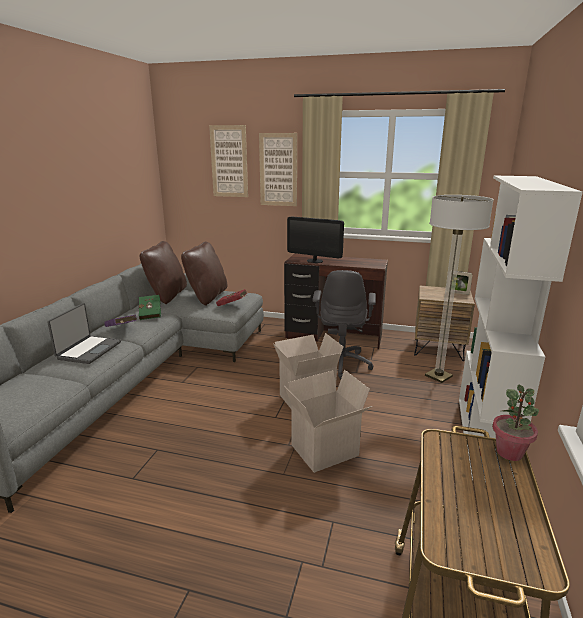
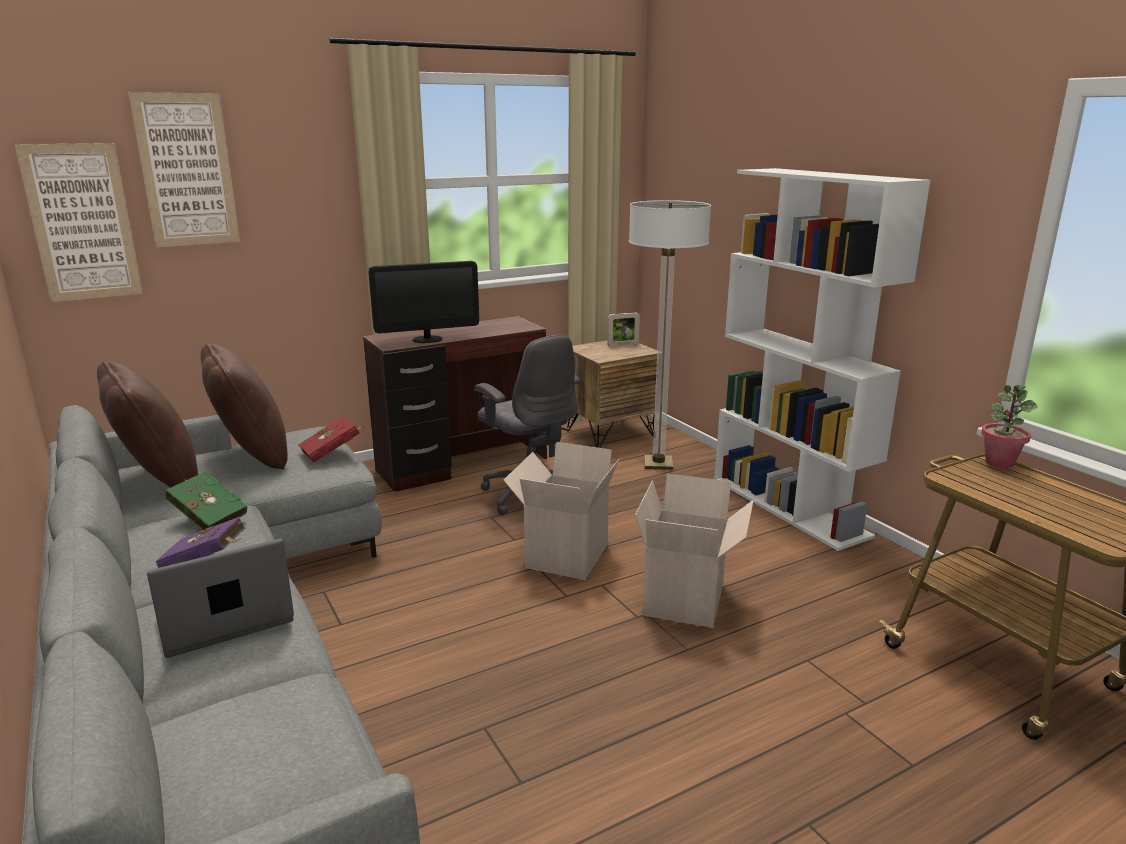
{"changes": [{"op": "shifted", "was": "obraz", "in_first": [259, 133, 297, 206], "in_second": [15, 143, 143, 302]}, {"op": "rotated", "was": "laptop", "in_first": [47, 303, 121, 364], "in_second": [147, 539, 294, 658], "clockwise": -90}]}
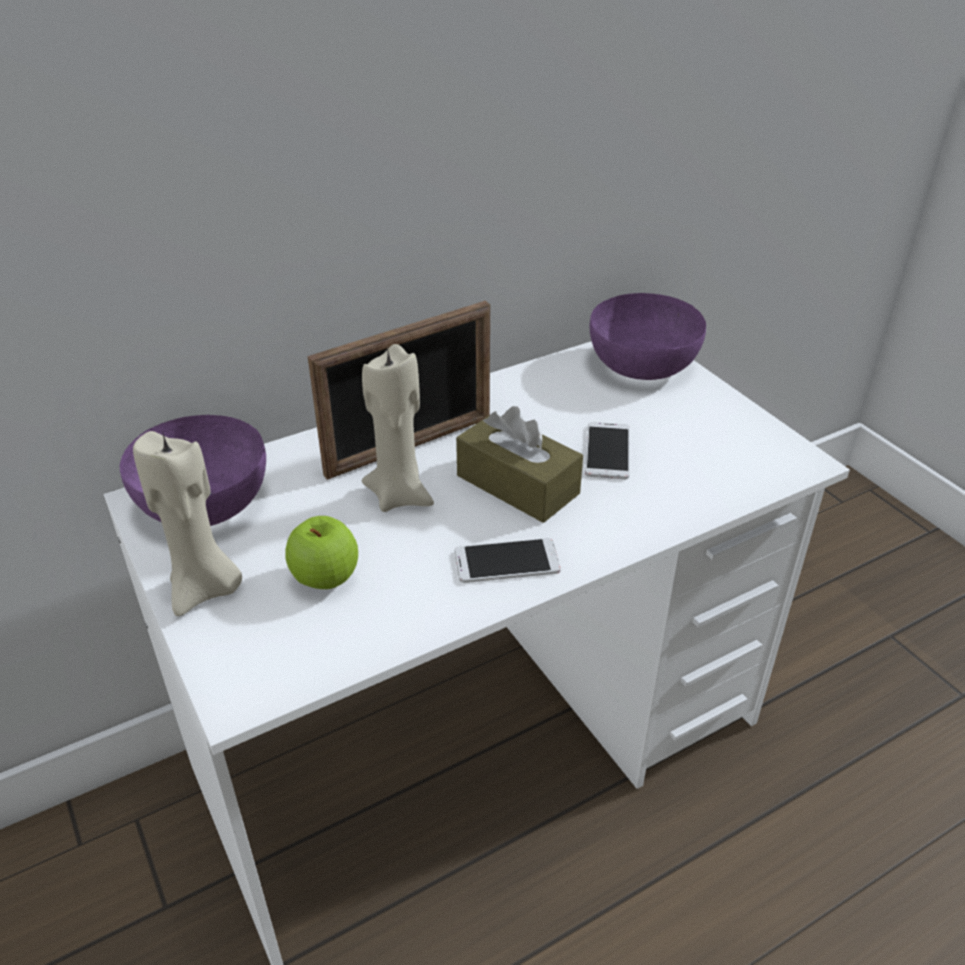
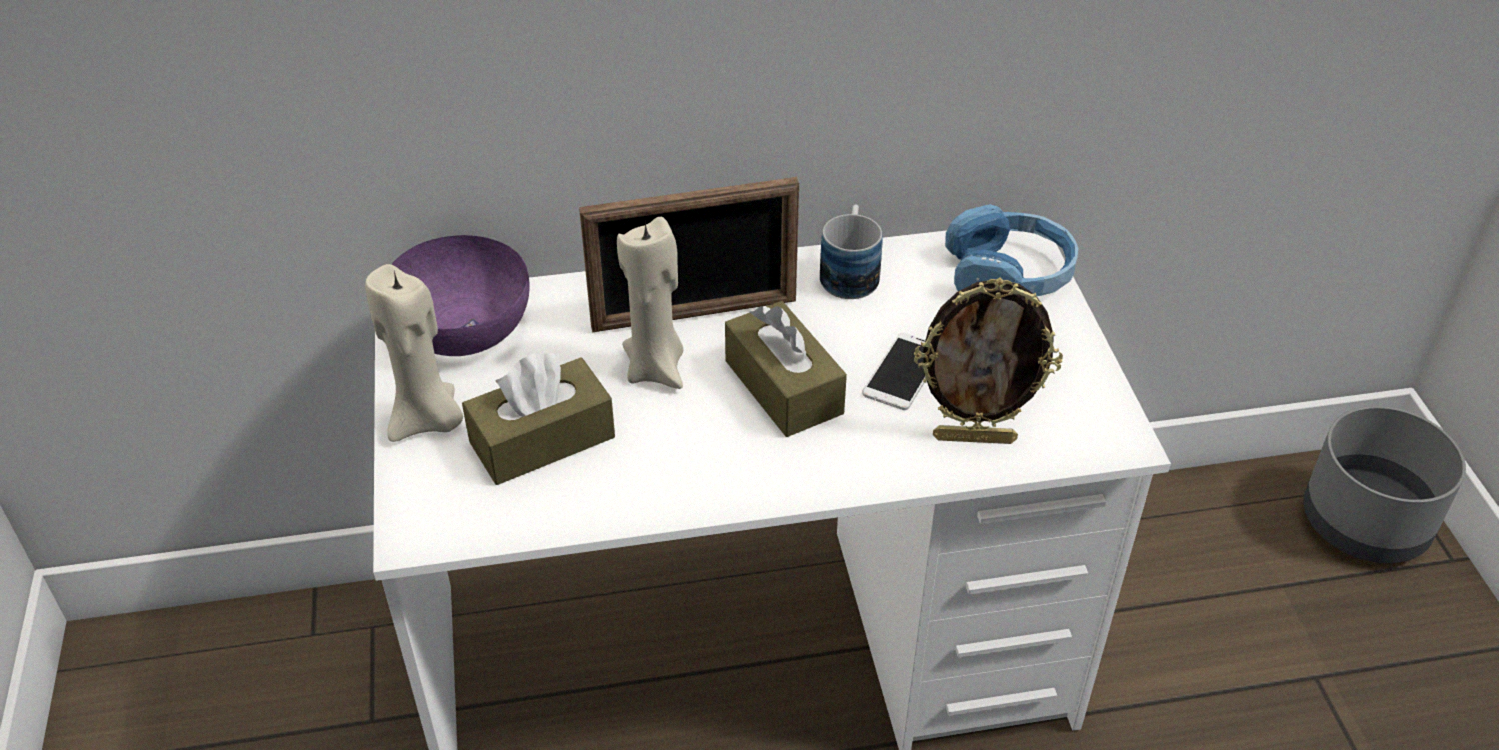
{"changes": [{"op": "swapped", "was": "jabłko", "now": "pudełko chusteczek/brązowy", "in_first": [285, 516, 358, 589], "in_second": [462, 352, 615, 485]}, {"op": "new", "now": "kubek", "in_second": [820, 205, 883, 299]}, {"op": "new", "now": "ramka na zdjęcie", "in_second": [914, 278, 1063, 444]}, {"op": "swapped", "was": "miska/fioletowy", "now": "słuchawki/niebieski", "in_first": [590, 293, 706, 380], "in_second": [945, 204, 1079, 296]}, {"op": "new", "now": "donica/szary", "in_second": [1303, 406, 1466, 563]}, {"op": "gone", "was": "telefon", "in_first": [455, 538, 561, 583]}]}
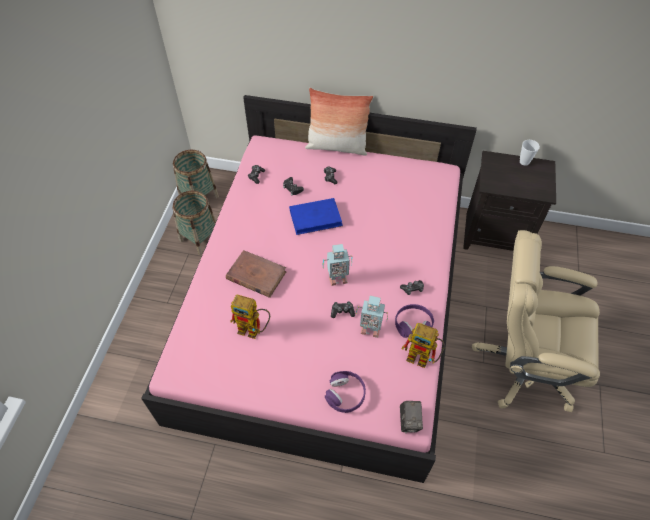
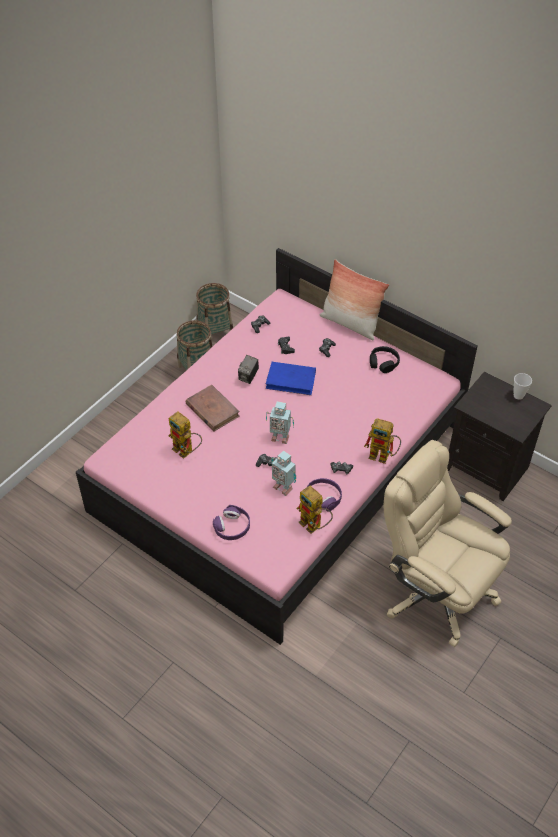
{"changes": [{"op": "shifted", "was": "aparat fotograficzny", "in_first": [400, 401, 423, 433], "in_second": [238, 355, 259, 384]}, {"op": "new", "now": "robot zabawkowy", "in_second": [364, 418, 401, 464]}, {"op": "new", "now": "słuchawki/czarny", "in_second": [370, 346, 400, 373]}]}
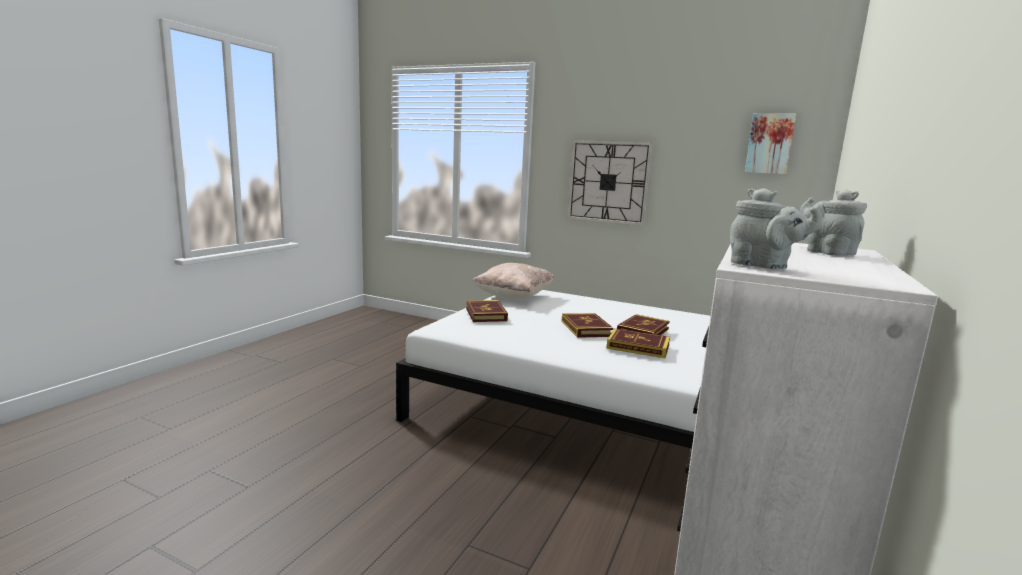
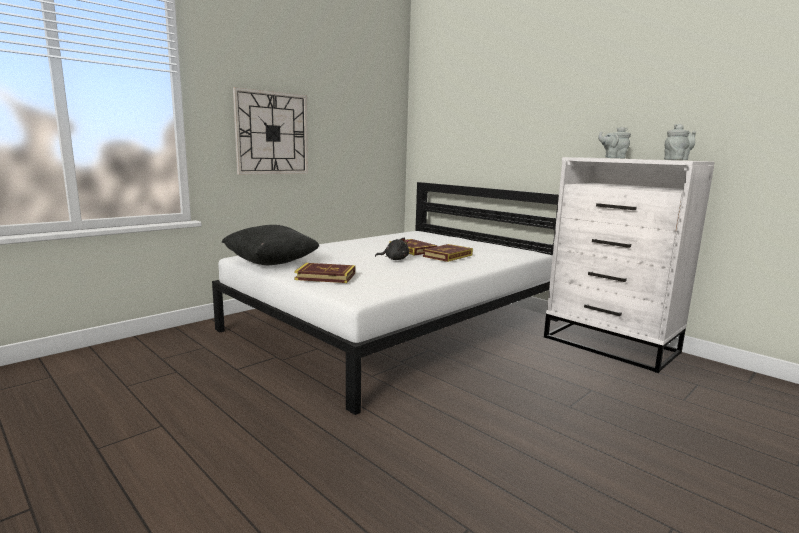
{"changes": [{"op": "repainted", "was": "poduszka/beżowy", "now": "poduszka/czarny", "in_first": [472, 263, 555, 299], "in_second": [222, 225, 320, 265]}, {"op": "swapped", "was": "książka", "now": "pluszak/czarny", "in_first": [561, 313, 613, 338], "in_second": [375, 237, 409, 260]}, {"op": "gone", "was": "obraz", "in_first": [745, 113, 796, 174]}]}
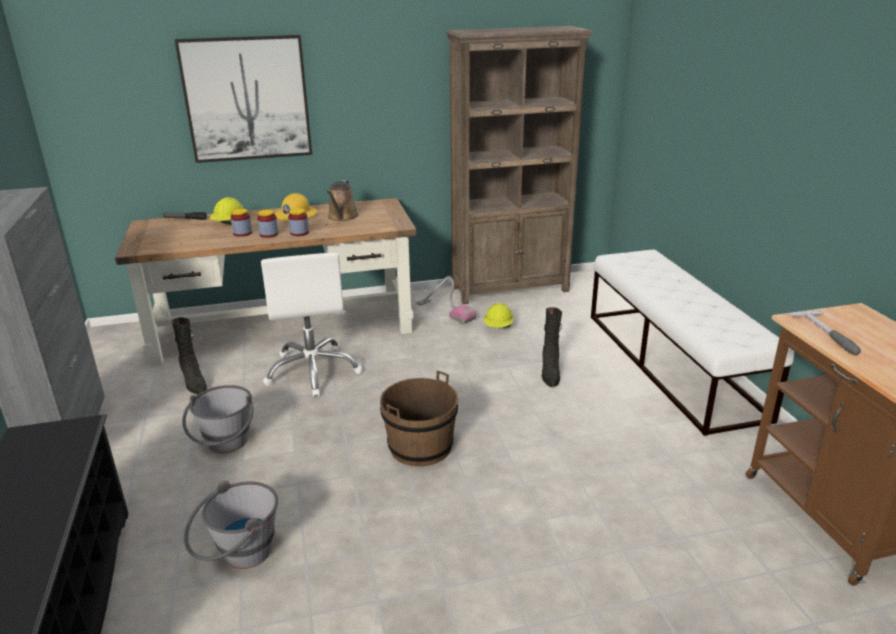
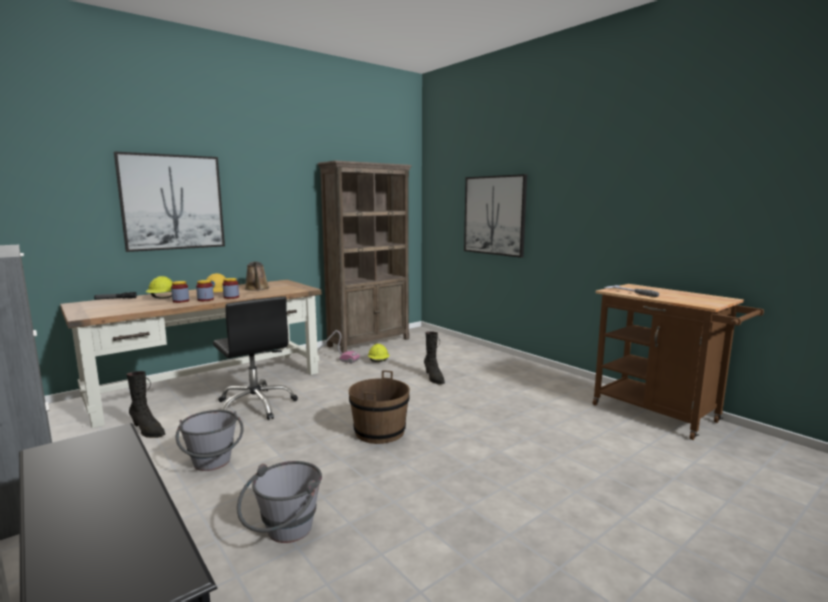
{"changes": [{"op": "repainted", "was": "krzesło biurowe/biały", "now": "krzesło biurowe/czarny", "in_first": [261, 253, 362, 397], "in_second": [213, 296, 298, 420]}, {"op": "new", "now": "obraz", "in_second": [464, 174, 527, 258]}, {"op": "gone", "was": "ławka/biały", "in_first": [591, 250, 794, 436]}]}
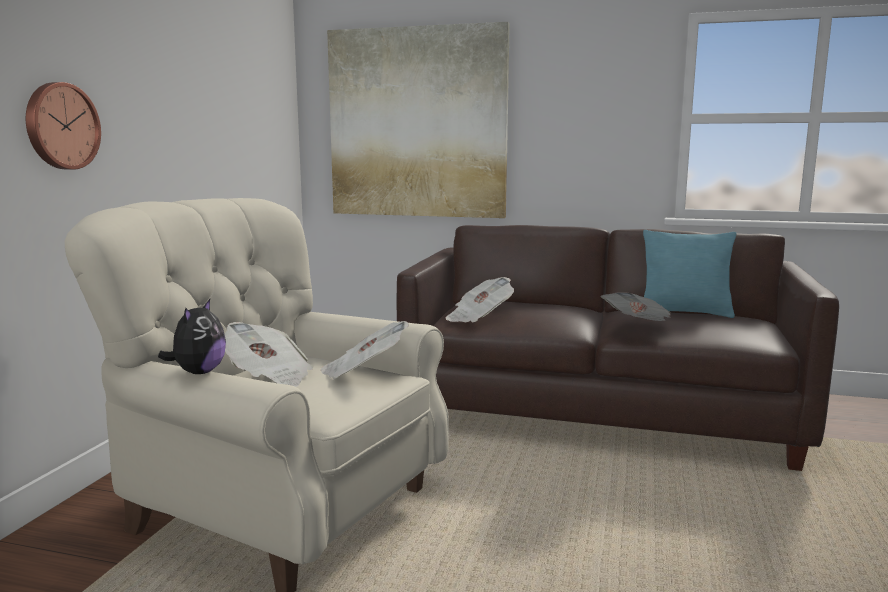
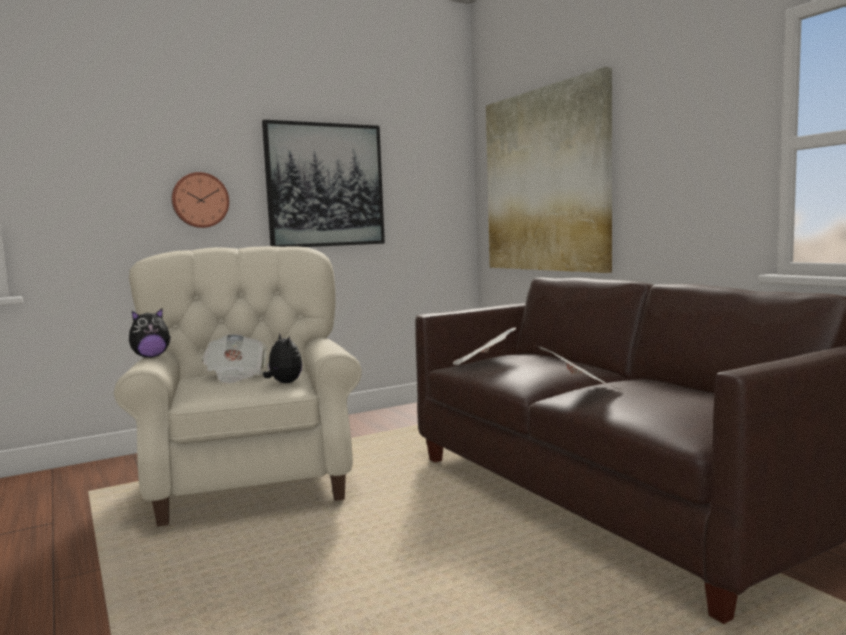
{"changes": [{"op": "new", "now": "obraz", "in_second": [262, 120, 385, 247]}, {"op": "swapped", "was": "gazeta", "now": "pluszak", "in_first": [320, 321, 409, 379], "in_second": [263, 334, 302, 383]}, {"op": "gone", "was": "poduszka/turkusowy", "in_first": [643, 230, 736, 318]}]}
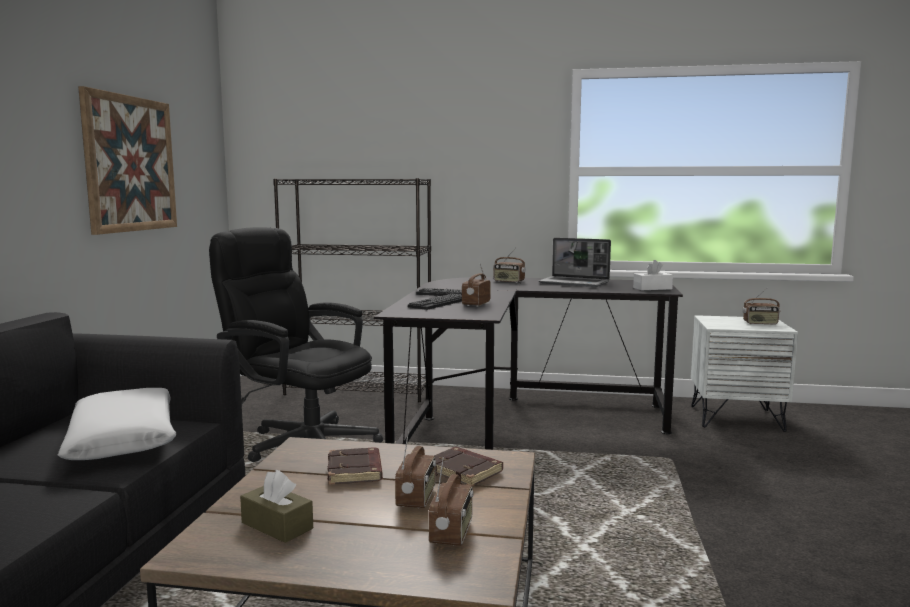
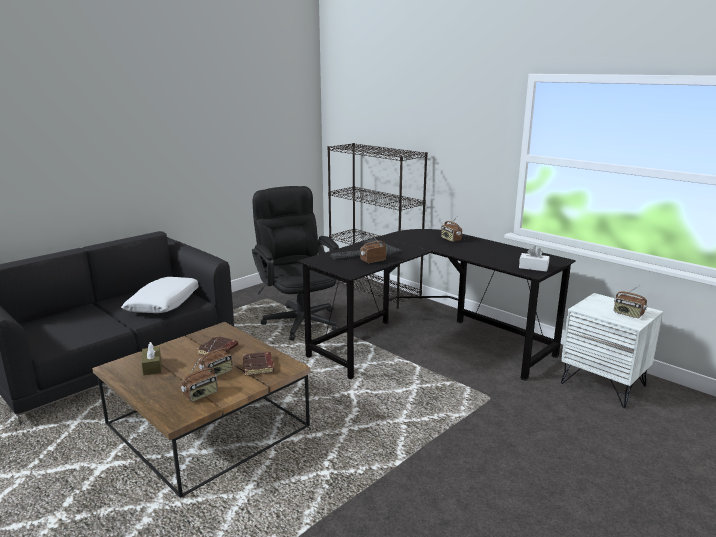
{"changes": [{"op": "gone", "was": "obraz", "in_first": [78, 86, 177, 235]}, {"op": "gone", "was": "laptop", "in_first": [539, 238, 611, 287]}]}
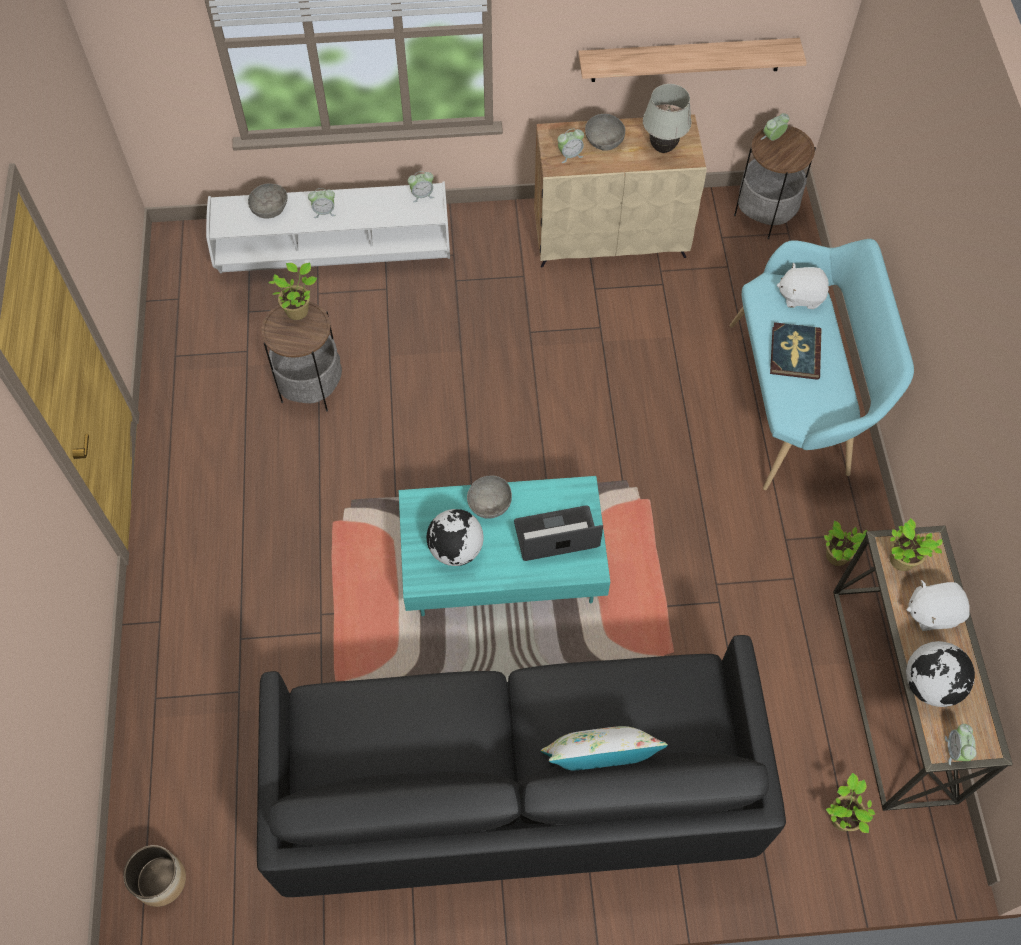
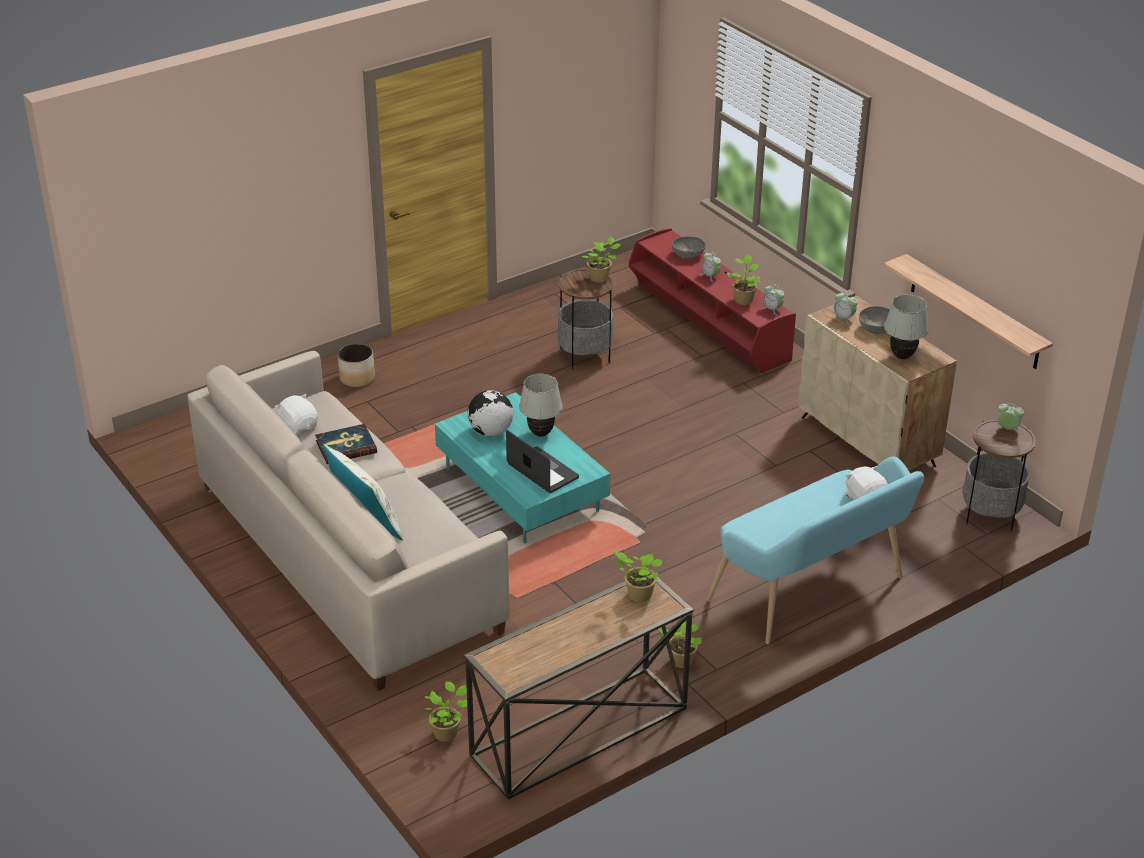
{"changes": [{"op": "repainted", "was": "kanapa/czarny", "now": "kanapa/beżowy", "in_first": [257, 635, 786, 897], "in_second": [187, 351, 510, 691]}, {"op": "shifted", "was": "pluszak/biały", "in_first": [907, 580, 969, 631], "in_second": [275, 394, 318, 435]}, {"op": "shifted", "was": "książka", "in_first": [770, 322, 821, 380], "in_second": [315, 424, 377, 464]}, {"op": "shifted", "was": "donica", "in_first": [123, 845, 186, 907], "in_second": [338, 343, 375, 387]}, {"op": "swapped", "was": "miska/szary", "now": "lampa stołowa/biały", "in_first": [467, 475, 512, 519], "in_second": [519, 374, 562, 437]}, {"op": "repainted", "was": "szafka pod telewizor/biały", "now": "szafka pod telewizor/czerwony", "in_first": [206, 181, 450, 273], "in_second": [629, 228, 796, 373]}, {"op": "new", "now": "roślina doniczkowa", "in_second": [727, 254, 761, 305]}, {"op": "gone", "was": "globus", "in_first": [906, 641, 975, 707]}, {"op": "gone", "was": "budzik", "in_first": [945, 724, 976, 765]}]}
